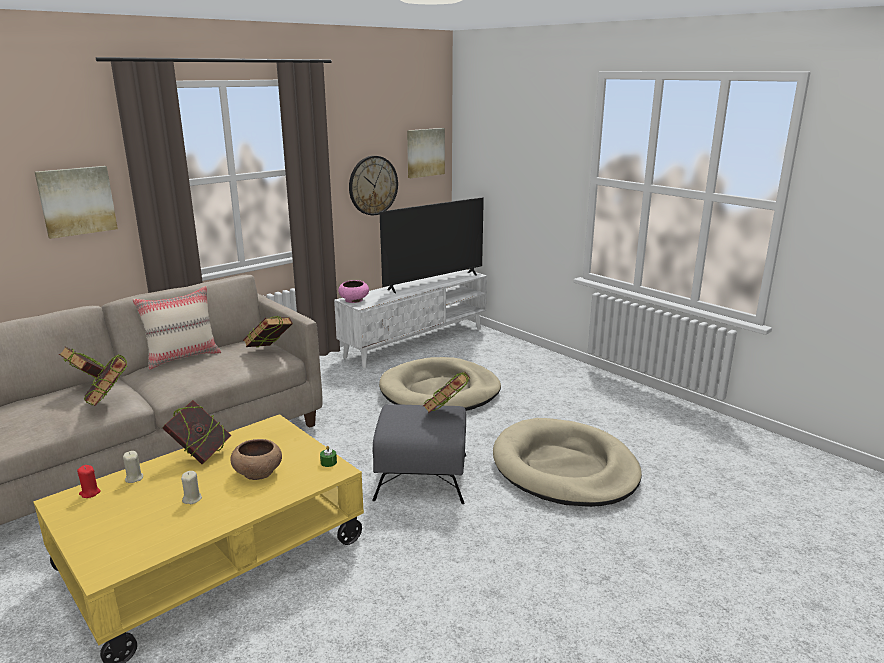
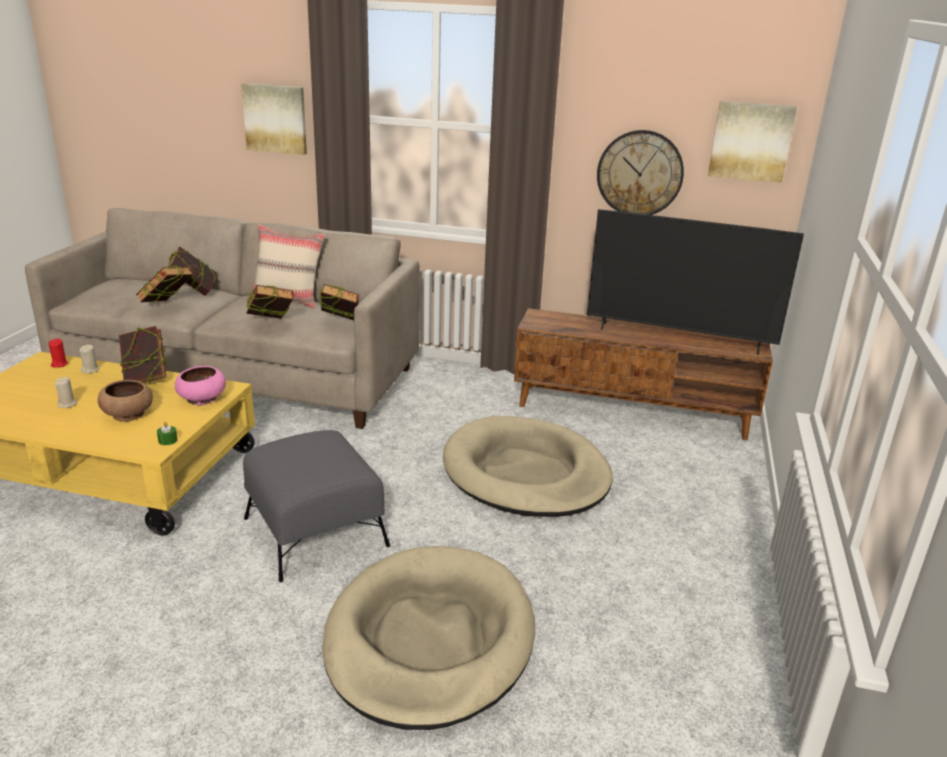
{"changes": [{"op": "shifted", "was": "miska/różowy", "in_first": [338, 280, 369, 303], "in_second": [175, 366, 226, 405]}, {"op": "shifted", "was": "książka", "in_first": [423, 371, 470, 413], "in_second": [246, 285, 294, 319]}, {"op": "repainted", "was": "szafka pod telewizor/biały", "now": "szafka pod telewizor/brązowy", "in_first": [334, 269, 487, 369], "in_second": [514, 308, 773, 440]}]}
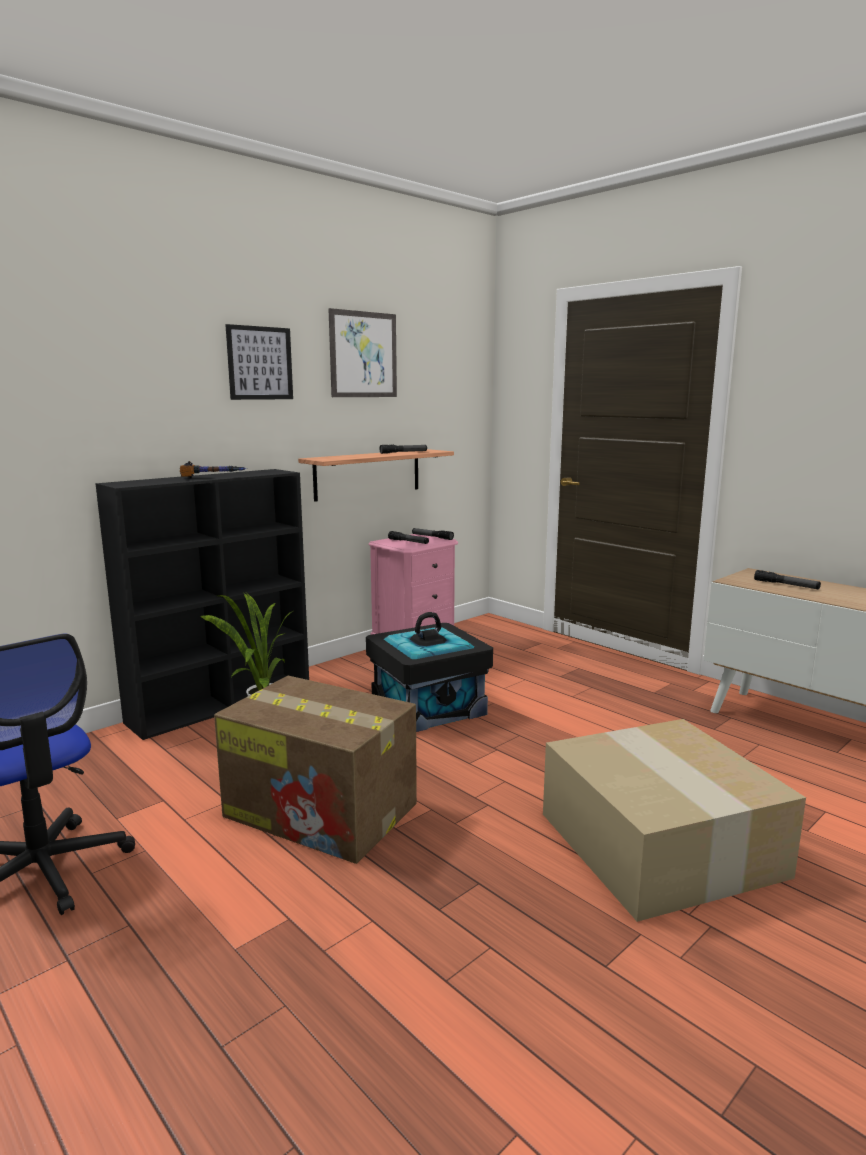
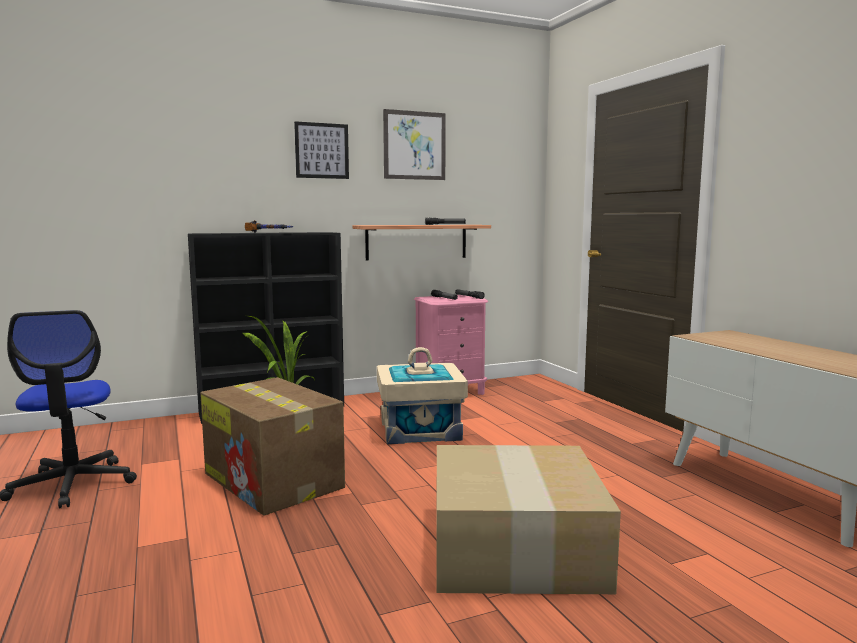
{"changes": [{"op": "repainted", "was": "pojemnik do przechowywania/czarny", "now": "pojemnik do przechowywania/beżowy", "in_first": [366, 612, 493, 732], "in_second": [377, 347, 468, 444]}, {"op": "gone", "was": "latarka", "in_first": [754, 570, 821, 589]}]}
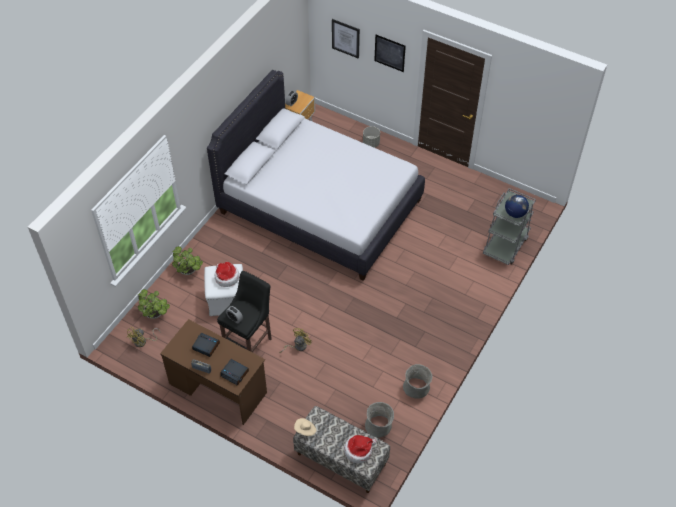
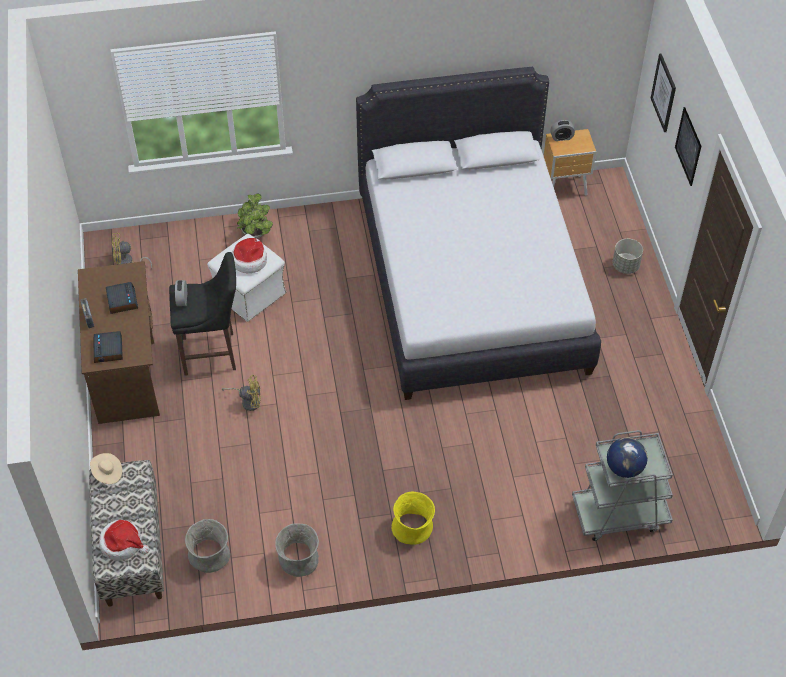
{"changes": [{"op": "new", "now": "wazon/żółty", "in_second": [391, 491, 435, 545]}, {"op": "gone", "was": "roślina doniczkowa", "in_first": [138, 289, 170, 319]}]}
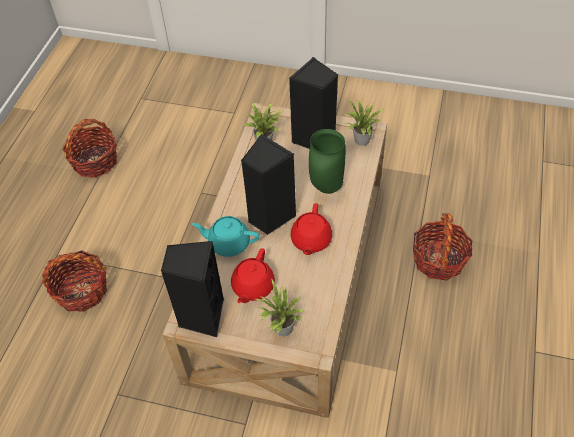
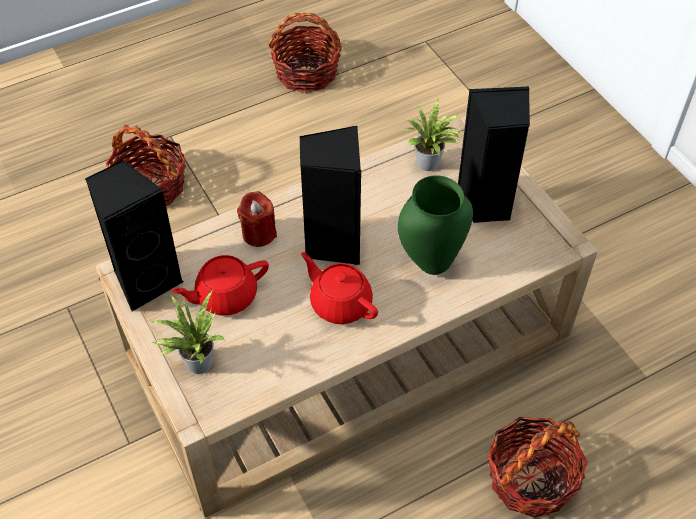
{"changes": [{"op": "swapped", "was": "imbryk/turkusowy", "now": "świeca/czerwony", "in_first": [192, 216, 259, 257], "in_second": [237, 191, 277, 247]}, {"op": "rotated", "was": "imbryk/czerwony", "in_first": [291, 203, 332, 255], "in_second": [301, 252, 378, 324], "clockwise": 75}, {"op": "gone", "was": "roślina doniczkowa", "in_first": [344, 98, 386, 146]}]}
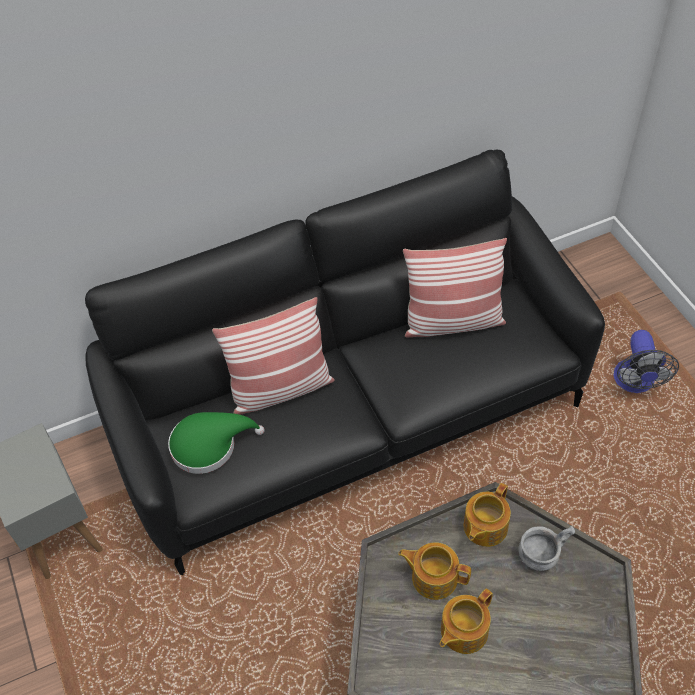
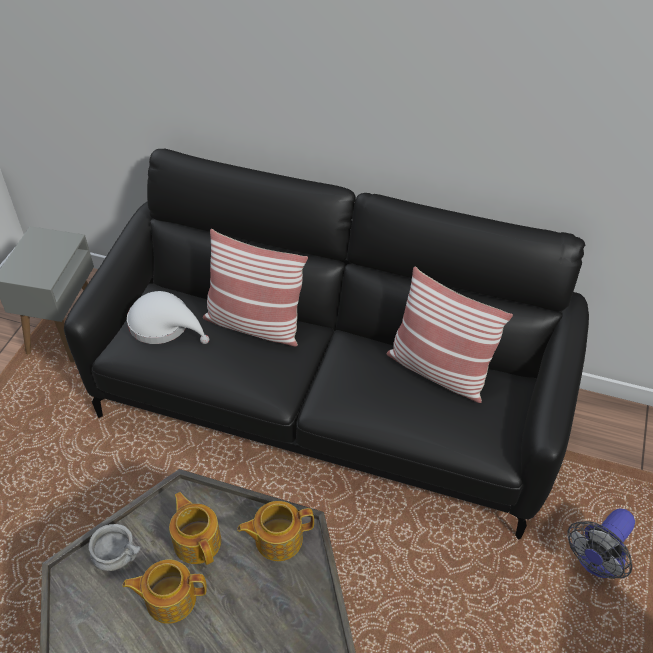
{"changes": [{"op": "shifted", "was": "miska/szary", "in_first": [518, 526, 576, 571], "in_second": [88, 524, 141, 571]}, {"op": "repainted", "was": "kapelusz/zielony", "now": "kapelusz/biały", "in_first": [168, 412, 264, 474], "in_second": [127, 291, 209, 344]}]}
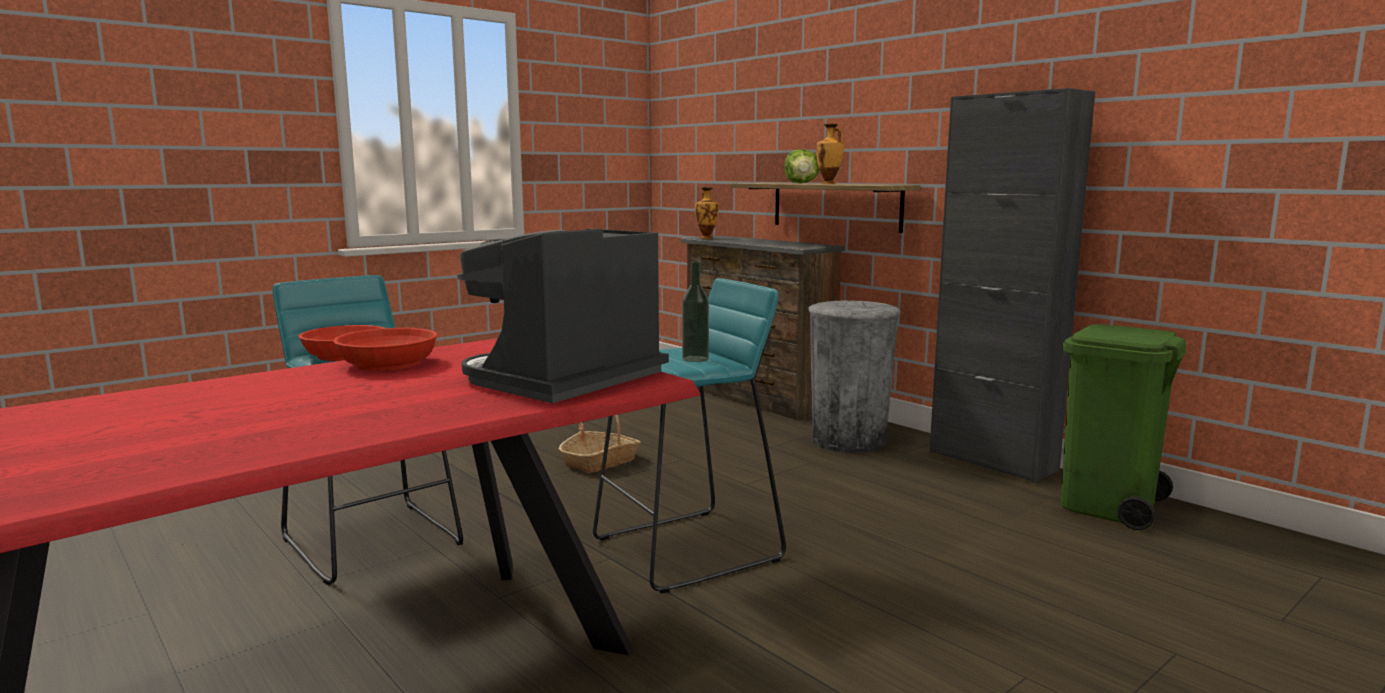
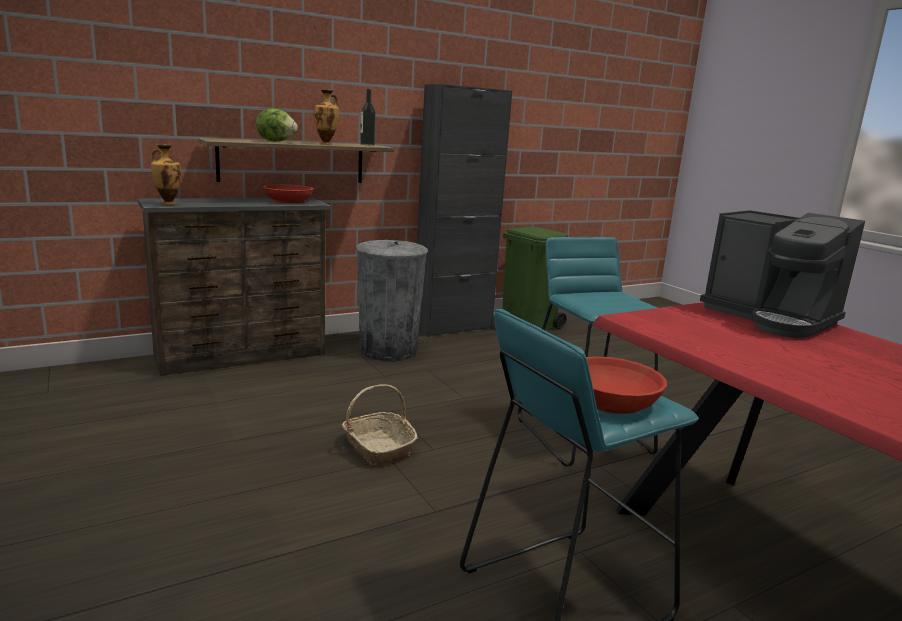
{"changes": [{"op": "shifted", "was": "miska/czerwony", "in_first": [333, 328, 438, 371], "in_second": [263, 184, 314, 203]}, {"op": "shifted", "was": "butelka", "in_first": [682, 261, 709, 362], "in_second": [360, 89, 376, 146]}]}
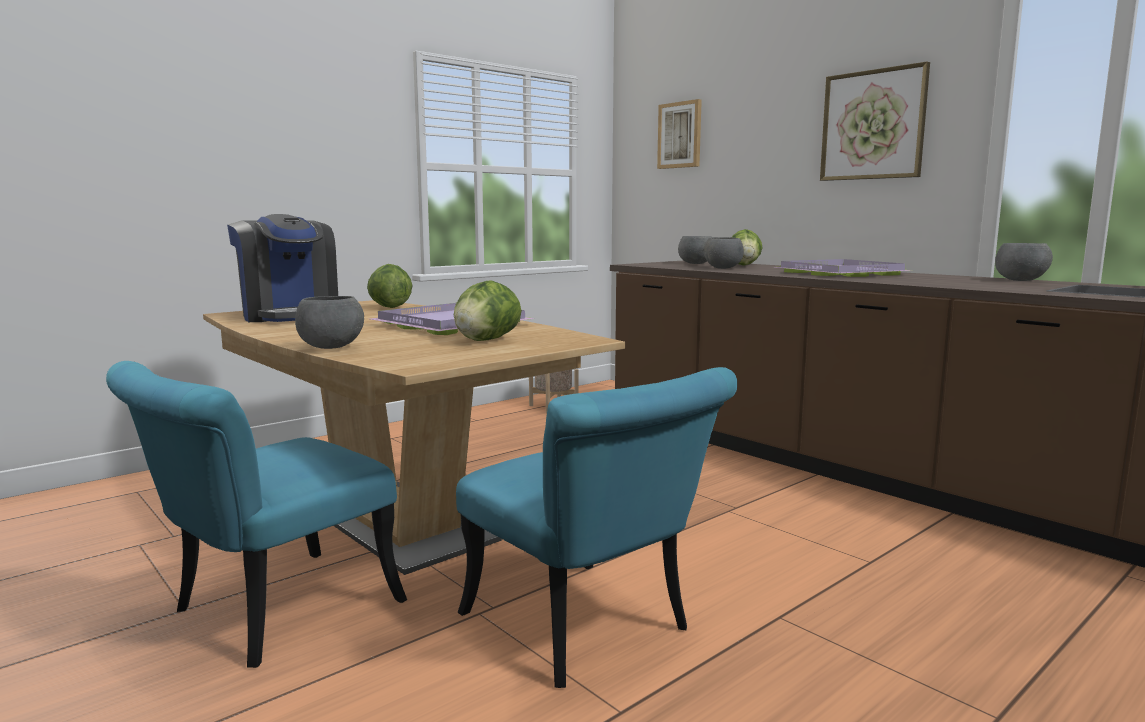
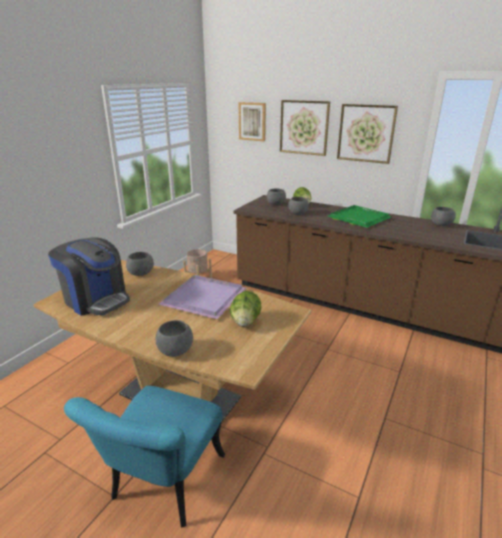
{"changes": [{"op": "swapped", "was": "sałata", "now": "miska/szary", "in_first": [367, 264, 412, 308], "in_second": [126, 252, 154, 276]}, {"op": "new", "now": "obraz", "in_second": [280, 100, 330, 156]}, {"op": "repainted", "was": "taca/fioletowy", "now": "taca/zielony", "in_first": [777, 259, 914, 277], "in_second": [328, 205, 391, 228]}, {"op": "gone", "was": "krzesło/turkusowy", "in_first": [456, 367, 737, 688]}]}
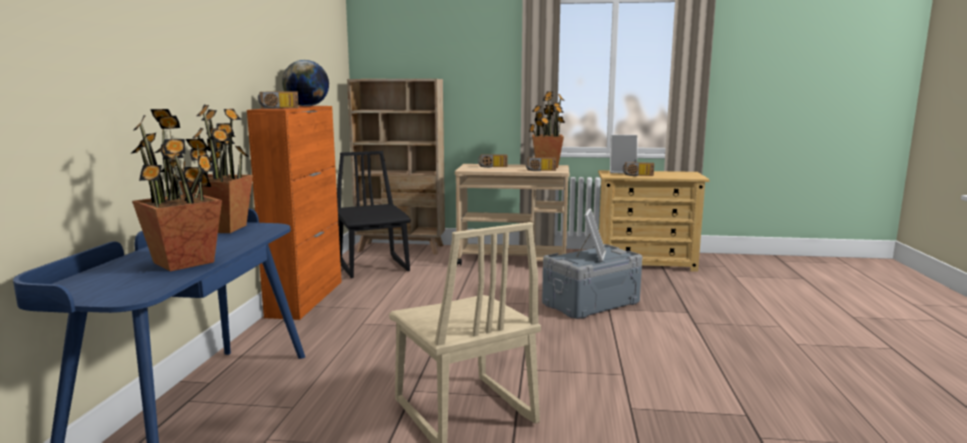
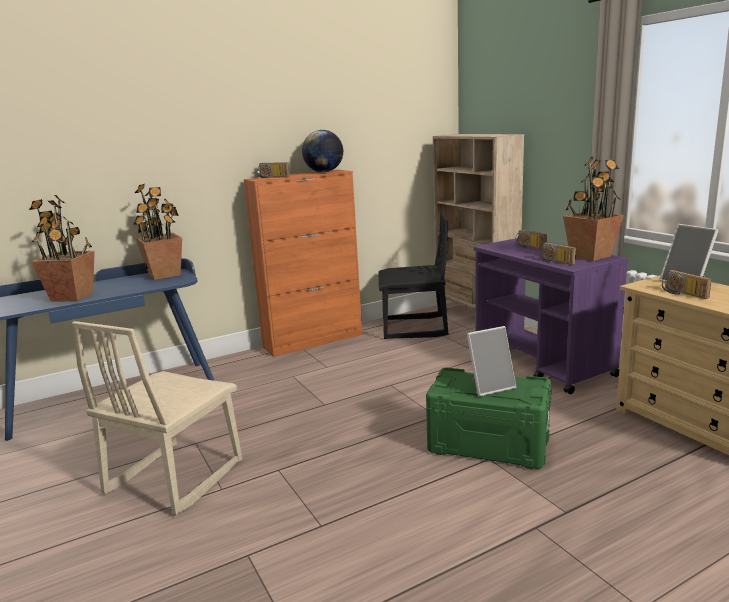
{"changes": [{"op": "rotated", "was": "krzesło/czarny", "in_first": [337, 151, 411, 278], "in_second": [378, 213, 448, 339], "clockwise": 60}, {"op": "repainted", "was": "pojemnik do przechowywania/szary", "now": "pojemnik do przechowywania/zielony", "in_first": [542, 244, 642, 319], "in_second": [426, 367, 552, 469]}, {"op": "repainted", "was": "wózek/beżowy", "now": "wózek/fioletowy", "in_first": [455, 164, 570, 266], "in_second": [474, 238, 629, 394]}]}
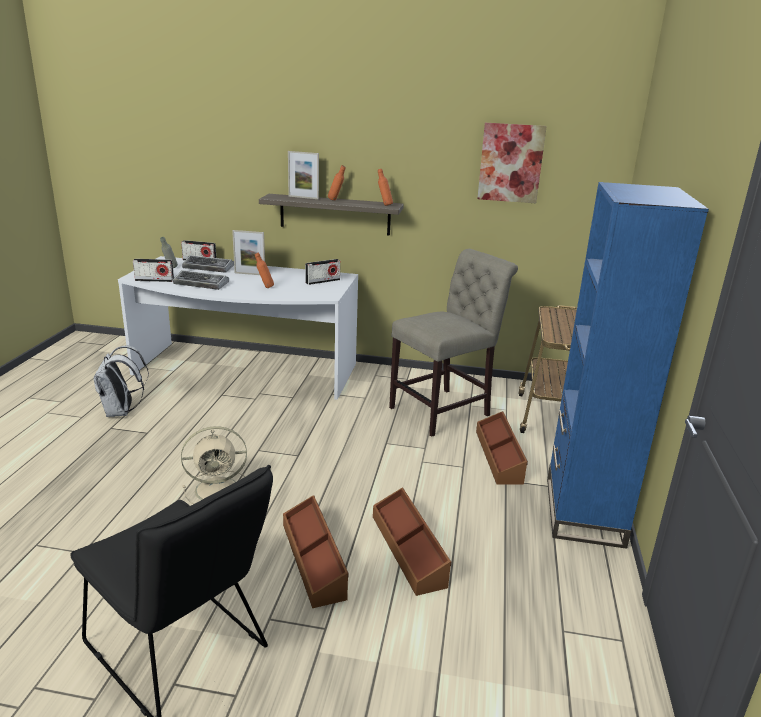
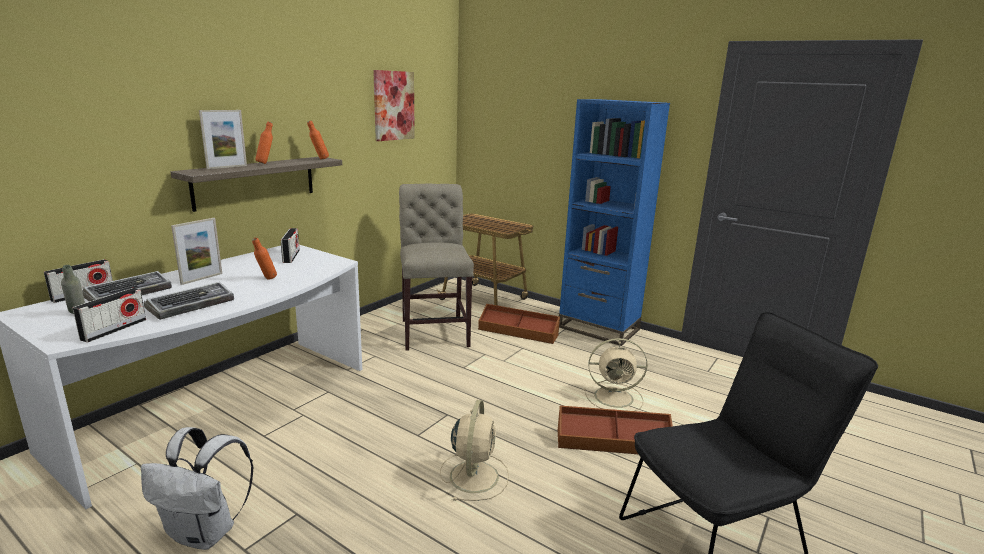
{"changes": [{"op": "swapped", "was": "pojemnik do przechowywania/brązowy", "now": "wentylator/beżowy", "in_first": [373, 487, 451, 596], "in_second": [583, 338, 648, 411]}]}
